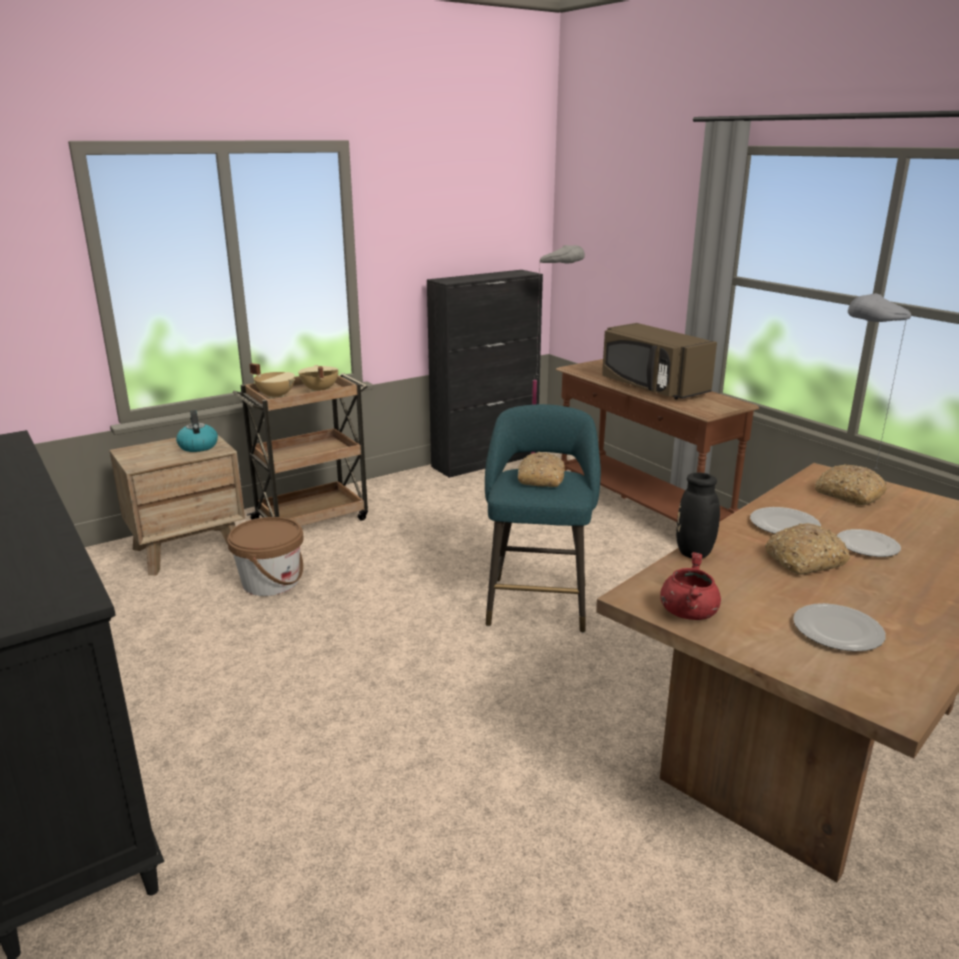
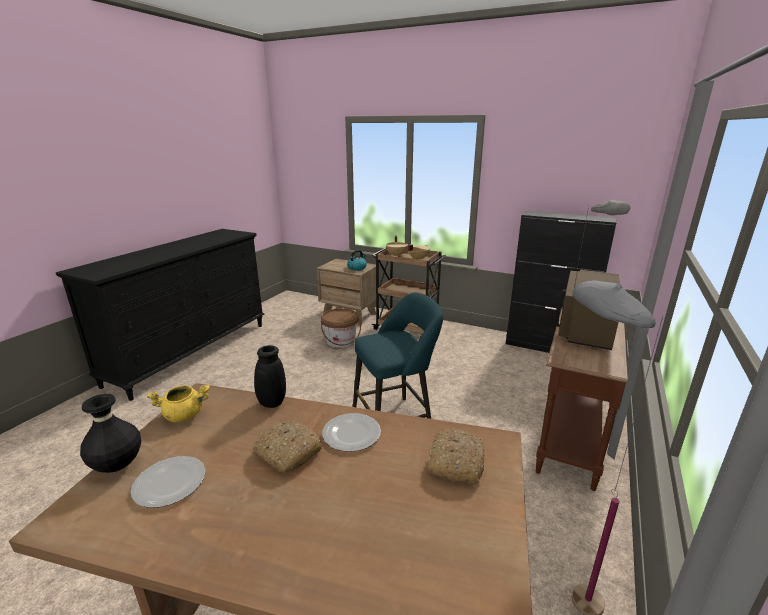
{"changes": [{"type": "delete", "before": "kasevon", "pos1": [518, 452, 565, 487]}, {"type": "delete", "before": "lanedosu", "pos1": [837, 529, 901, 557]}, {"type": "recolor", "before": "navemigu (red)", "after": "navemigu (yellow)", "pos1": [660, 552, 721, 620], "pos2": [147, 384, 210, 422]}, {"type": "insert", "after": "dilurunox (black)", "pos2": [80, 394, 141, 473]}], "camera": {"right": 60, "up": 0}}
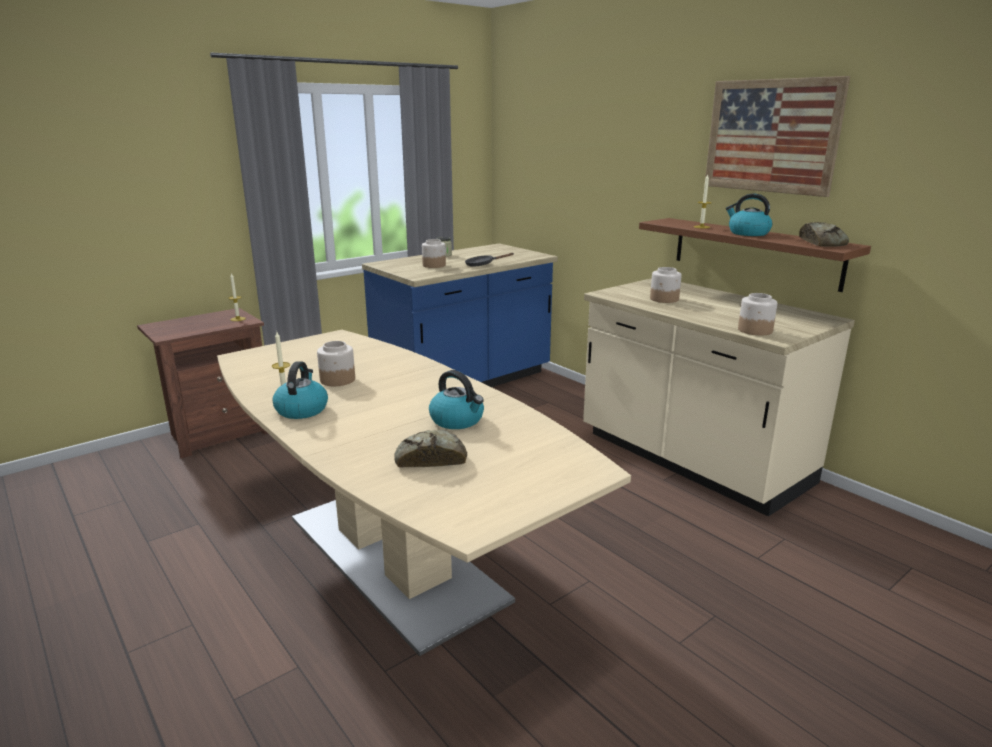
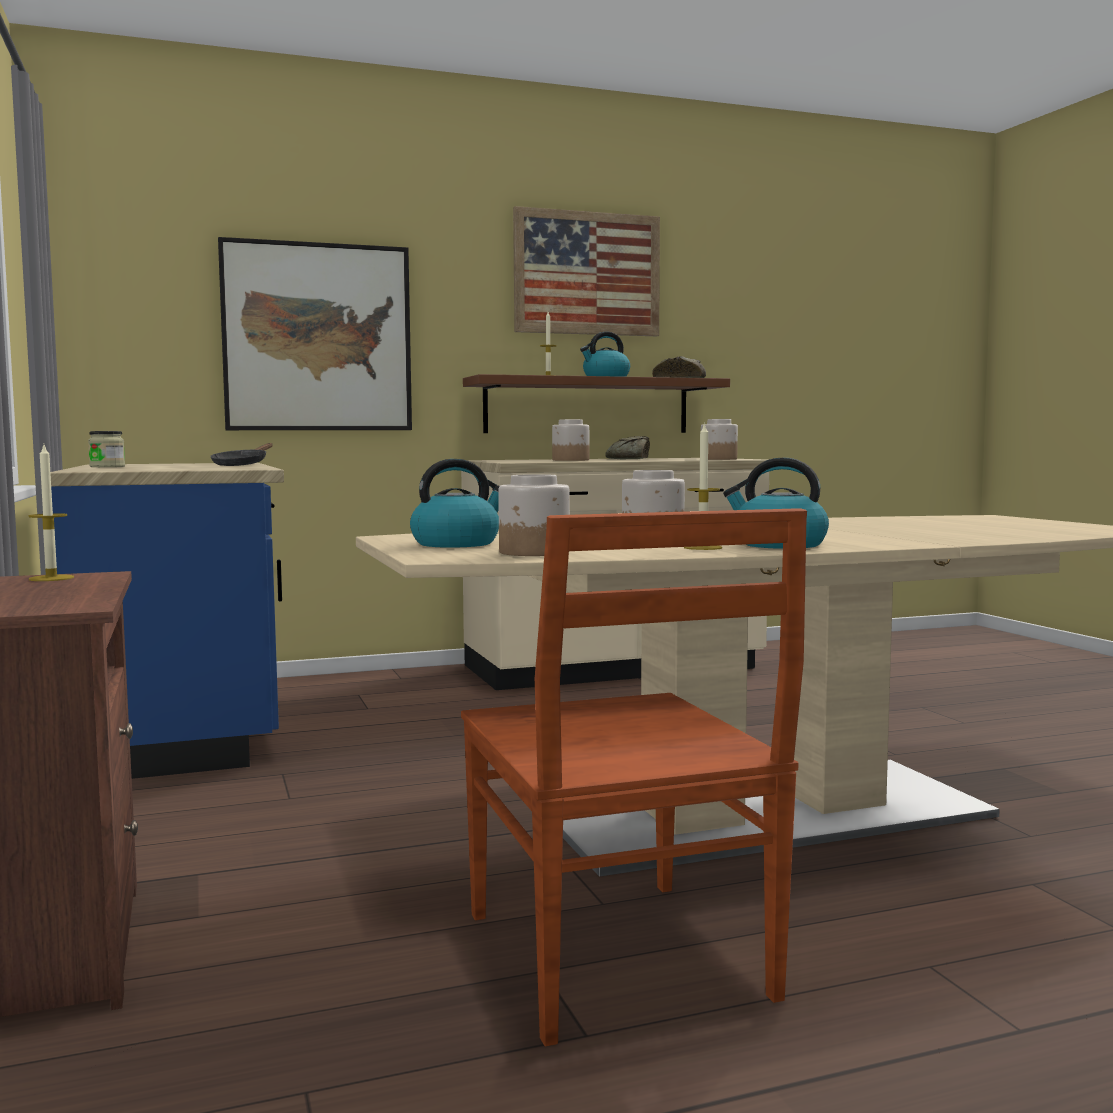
{"changes": [{"type": "move", "before": "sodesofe", "pos1": [422, 239, 446, 268], "pos2": [498, 474, 570, 556]}, {"type": "move", "before": "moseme", "pos1": [429, 370, 484, 429], "pos2": [410, 459, 499, 548]}, {"type": "move", "before": "kasevon", "pos1": [394, 430, 467, 468], "pos2": [605, 436, 650, 459]}, {"type": "insert", "after": "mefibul", "pos2": [218, 237, 412, 430]}, {"type": "insert", "after": "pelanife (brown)", "pos2": [461, 508, 807, 1046]}], "camera": {"right": -70, "up": -15}}
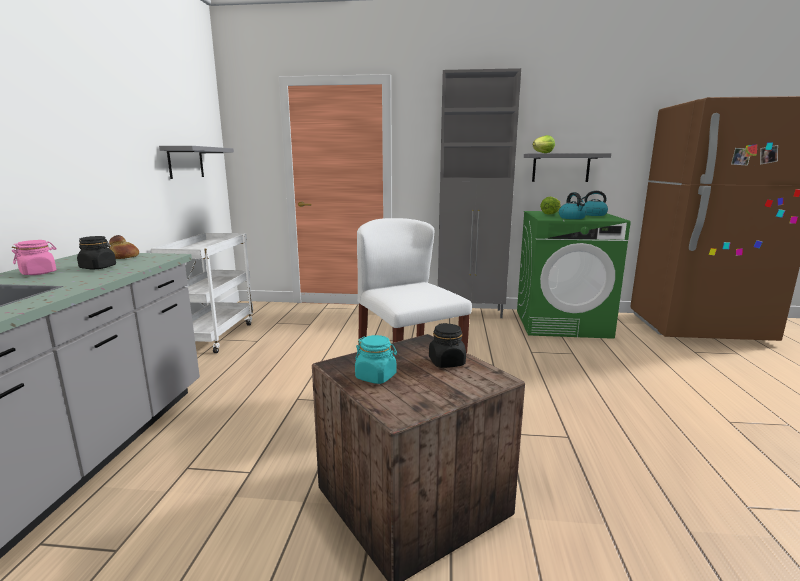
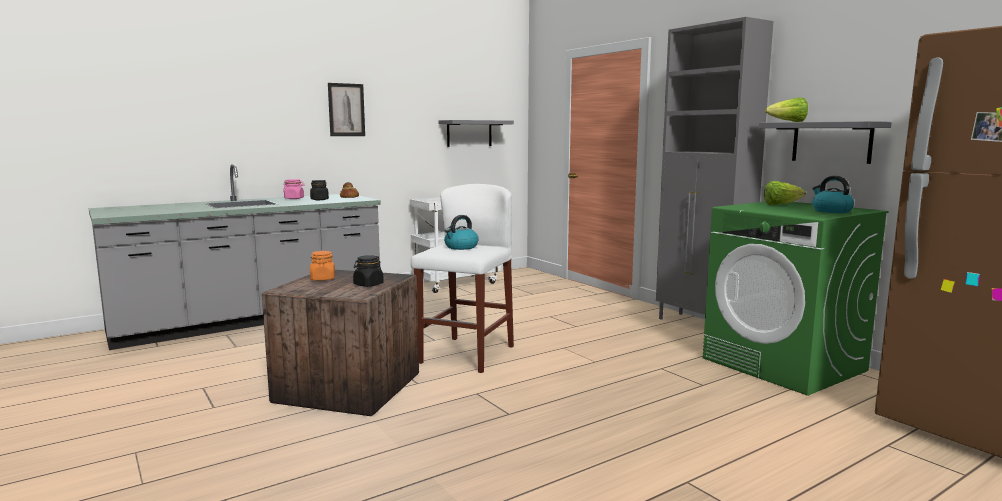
{"changes": [{"type": "move", "before": "moseme", "pos1": [559, 192, 587, 219], "pos2": [444, 215, 479, 250]}, {"type": "recolor", "before": "sodesofe (turquoise)", "after": "sodesofe (orange)", "pos1": [355, 335, 397, 384], "pos2": [310, 251, 335, 281]}, {"type": "insert", "after": "mefibul", "pos2": [328, 83, 365, 136]}], "camera": {"right": 50, "up": -5}}
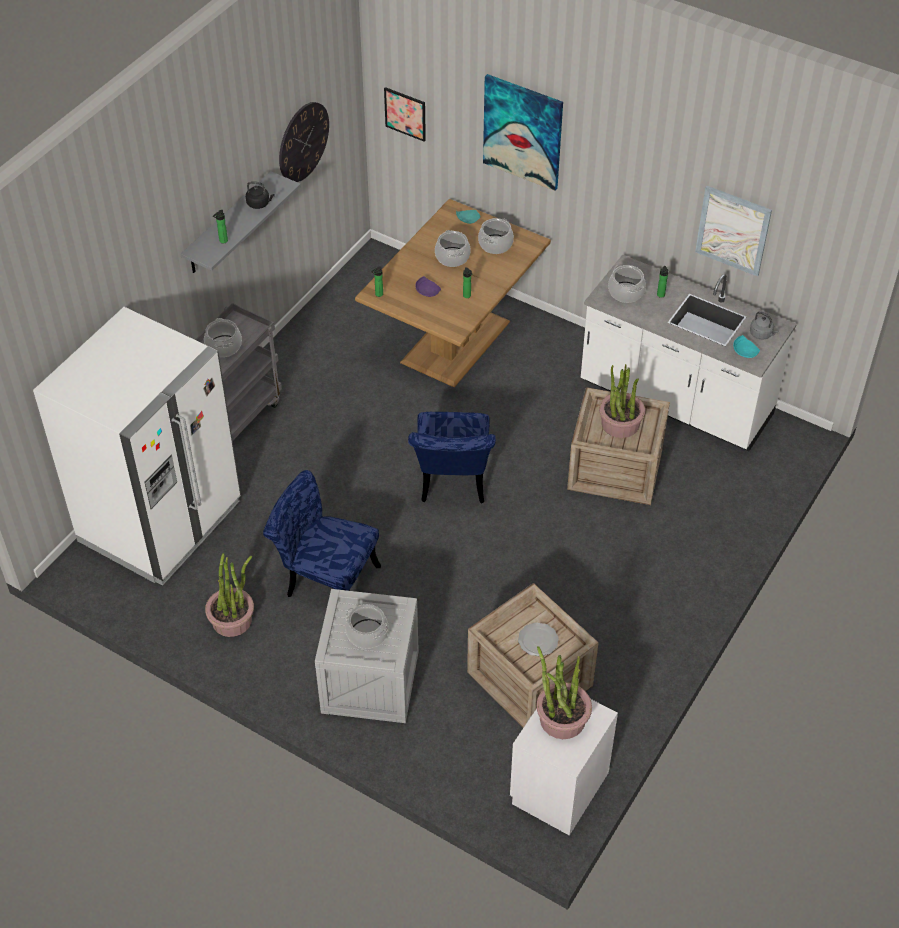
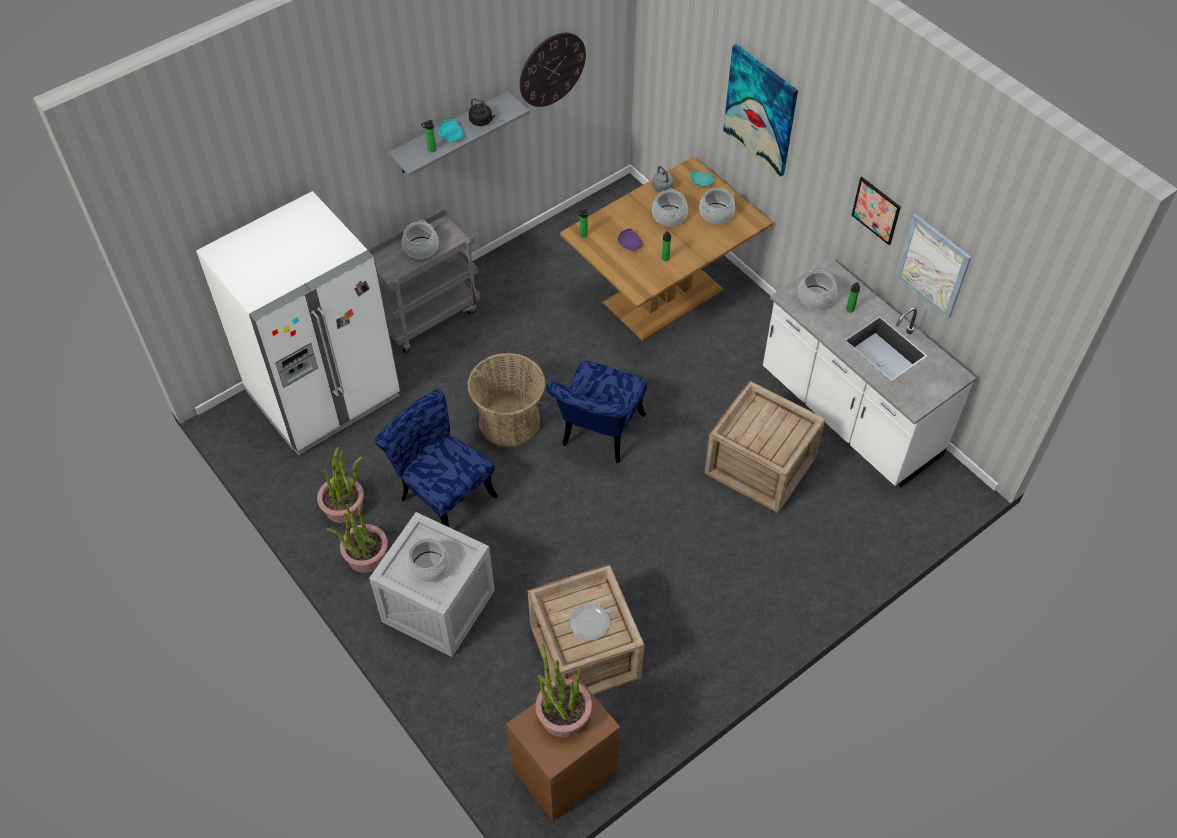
{"changes": [{"type": "move", "before": "mefibul", "pos1": [384, 87, 426, 142], "pos2": [852, 177, 901, 245]}, {"type": "move", "before": "moseme (grey)", "pos1": [750, 312, 778, 340], "pos2": [652, 166, 674, 192]}, {"type": "move", "before": "lanedosu (turquoise)", "pos1": [733, 335, 760, 358], "pos2": [437, 119, 463, 142]}, {"type": "move", "before": "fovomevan", "pos1": [599, 364, 645, 438], "pos2": [327, 504, 388, 573]}, {"type": "recolor", "before": "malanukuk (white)", "after": "malanukuk (brown)", "pos1": [510, 699, 618, 836], "pos2": [506, 674, 620, 821]}, {"type": "insert", "after": "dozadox", "pos2": [467, 353, 545, 447]}], "camera": {"right": 20, "up": 5}}
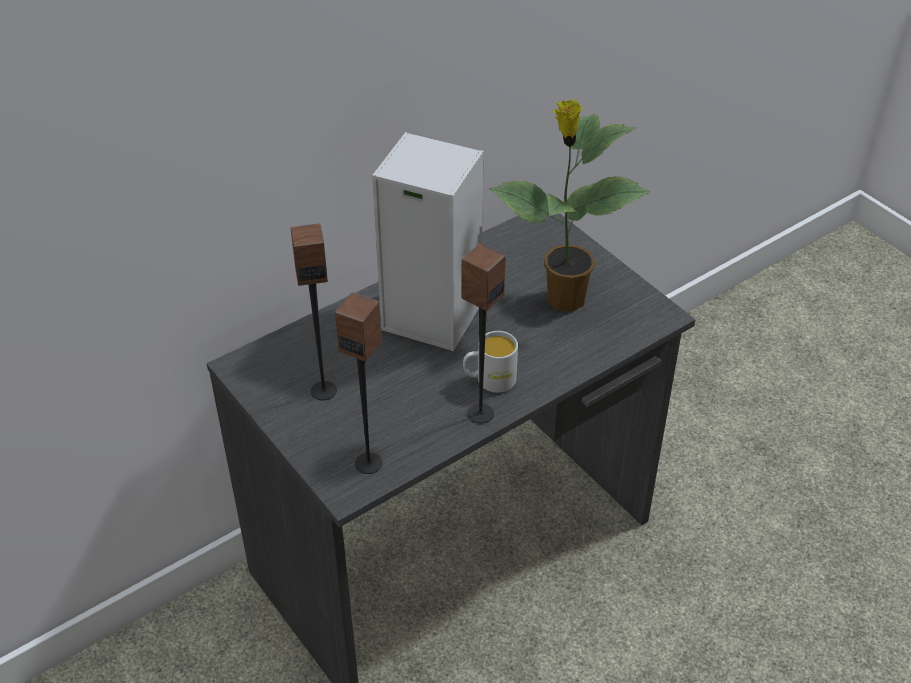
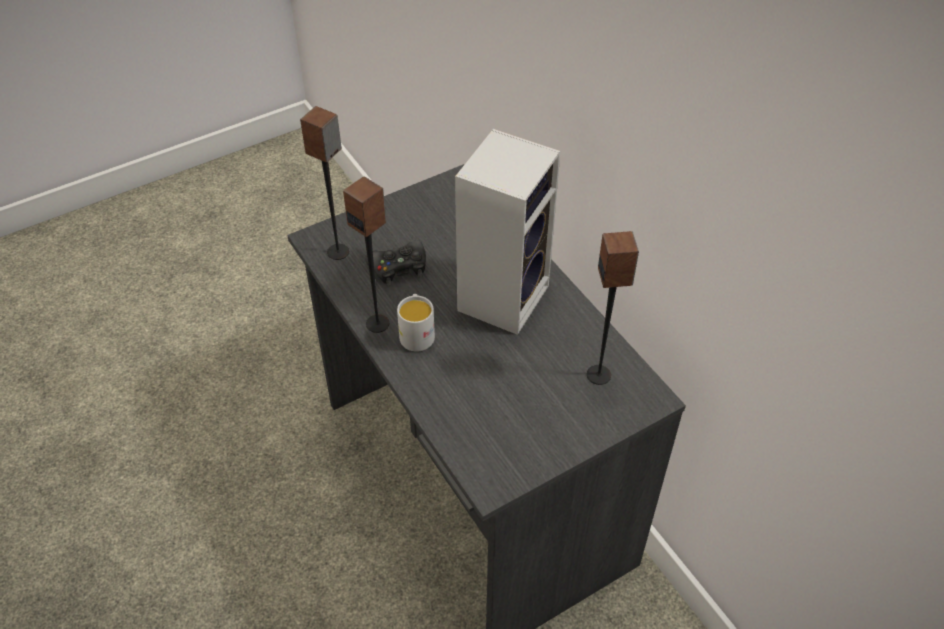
{"changes": [{"type": "delete", "before": "fovomevan", "pos1": [489, 99, 651, 312]}, {"type": "move", "before": "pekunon", "pos1": [291, 223, 337, 400], "pos2": [587, 231, 639, 385]}, {"type": "insert", "after": "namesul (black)", "pos2": [365, 240, 426, 286]}], "camera": {"right": 95, "up": 5}}
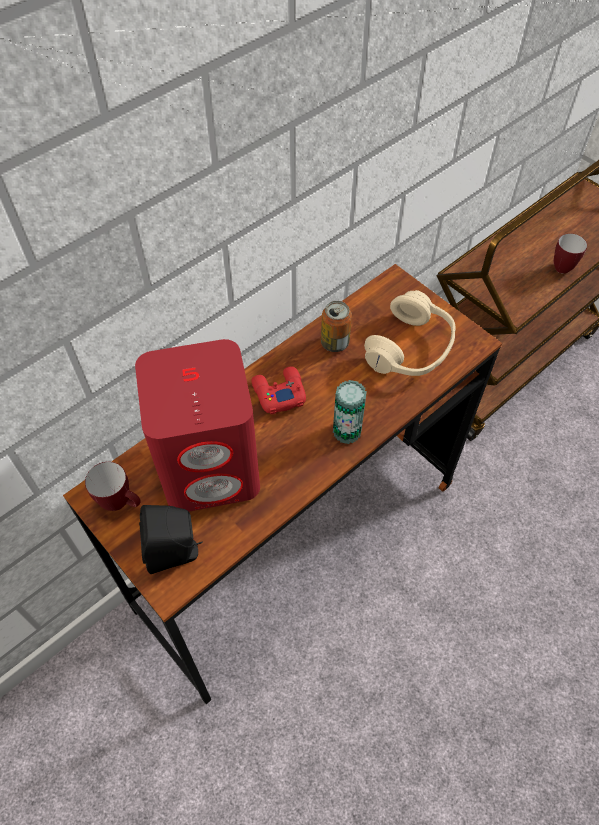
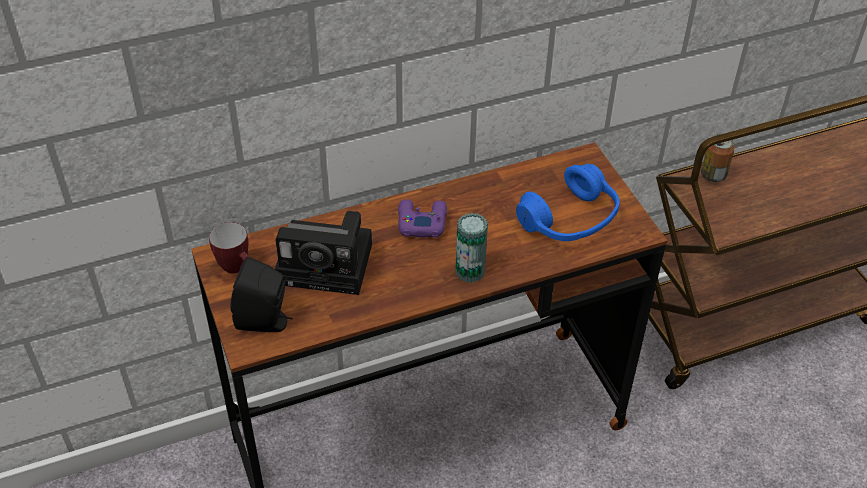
{"changes": [{"type": "delete", "before": "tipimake", "pos1": [554, 234, 587, 274]}, {"type": "recolor", "before": "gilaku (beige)", "after": "gilaku (blue)", "pos1": [364, 290, 456, 376], "pos2": [516, 164, 620, 241]}, {"type": "move", "before": "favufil", "pos1": [321, 301, 352, 352], "pos2": [701, 134, 735, 182]}, {"type": "replace", "before": "pekunon (red)", "after": "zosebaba", "pos1": [135, 339, 260, 512], "pos2": [275, 211, 372, 295]}, {"type": "recolor", "before": "namesul (red)", "after": "namesul (purple)", "pos1": [251, 367, 306, 414], "pos2": [398, 199, 447, 238]}], "camera": {"right": 20, "up": -10}}
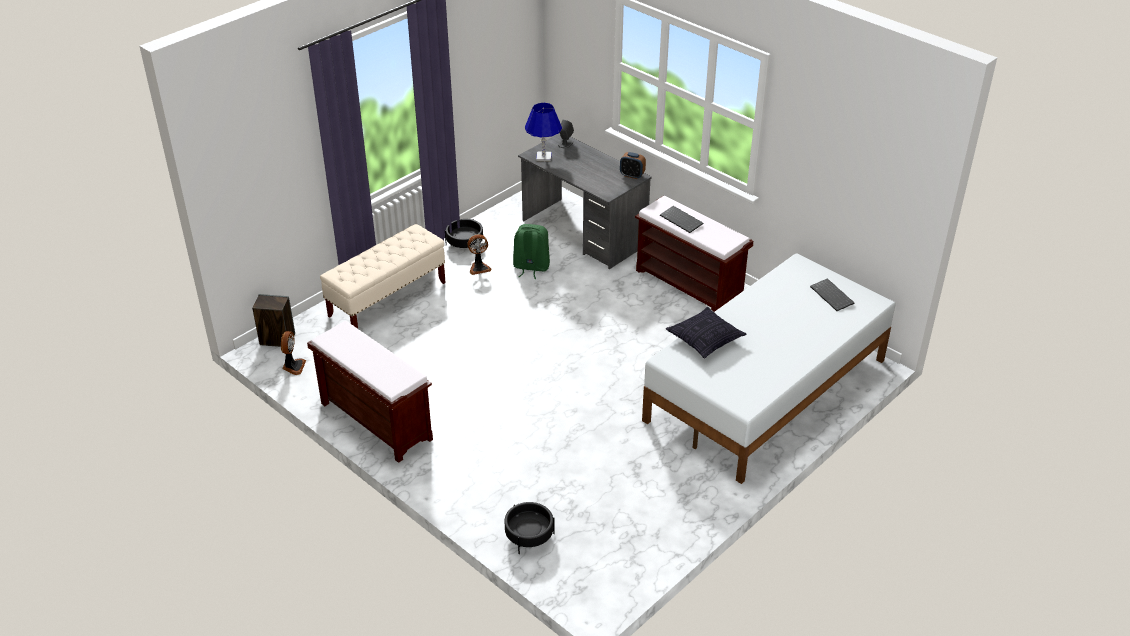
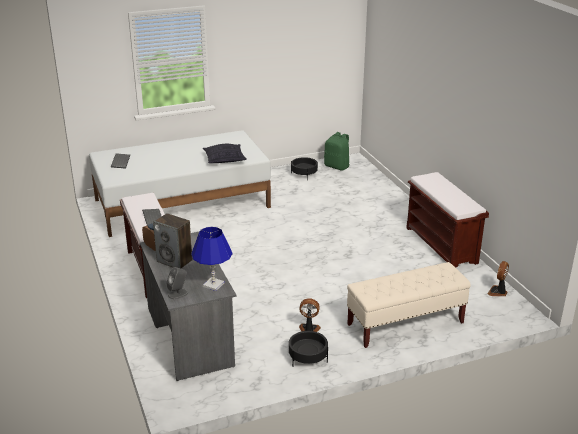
{"changes": [{"type": "move", "before": "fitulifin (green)", "pos1": [513, 224, 550, 279], "pos2": [324, 132, 350, 171]}, {"type": "move", "before": "pekunon", "pos1": [252, 294, 295, 347], "pos2": [153, 213, 193, 268]}, {"type": "move", "before": "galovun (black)", "pos1": [504, 502, 555, 554], "pos2": [291, 157, 318, 181]}], "camera": {"right": -155, "up": -10}}
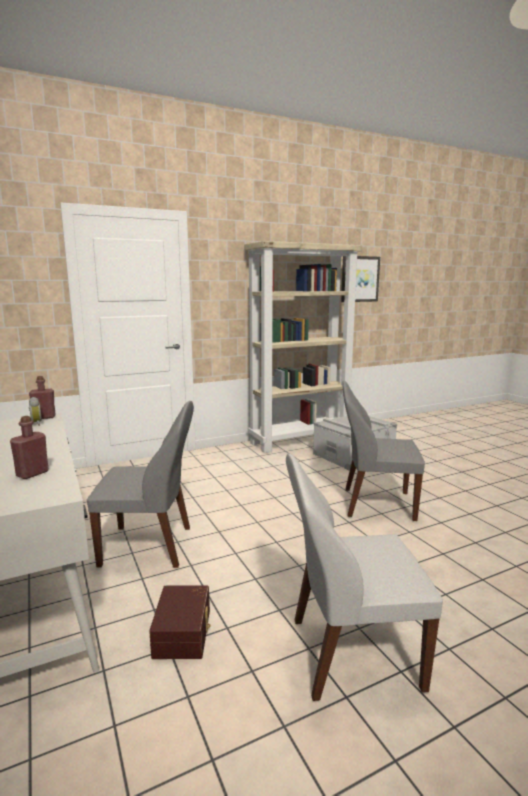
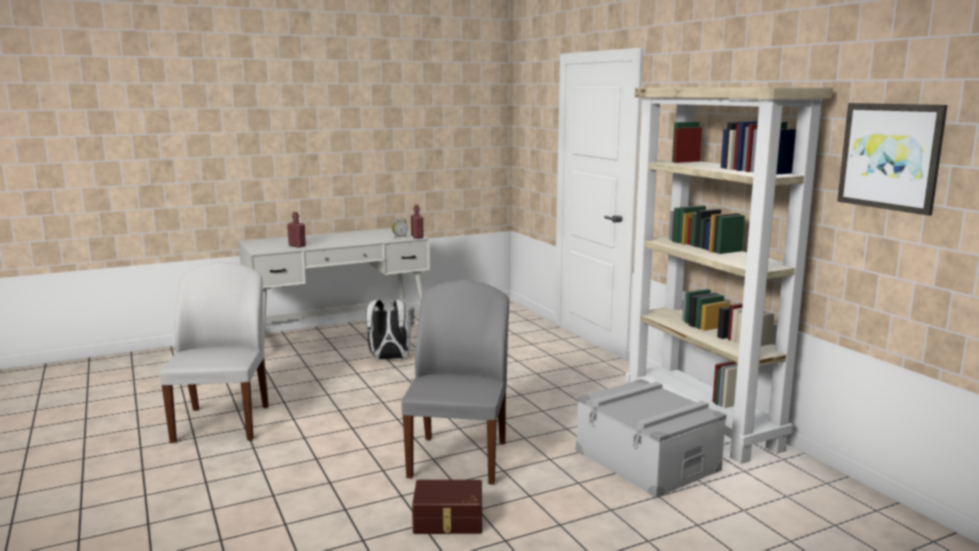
{"changes": [{"type": "replace", "before": "pelanife (grey)", "after": "fitulifin (white)", "pos1": [87, 401, 194, 568], "pos2": [365, 300, 415, 360]}, {"type": "move", "before": "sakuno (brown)", "pos1": [149, 585, 211, 659], "pos2": [412, 480, 482, 534]}], "camera": {"right": 90, "up": 0}}
